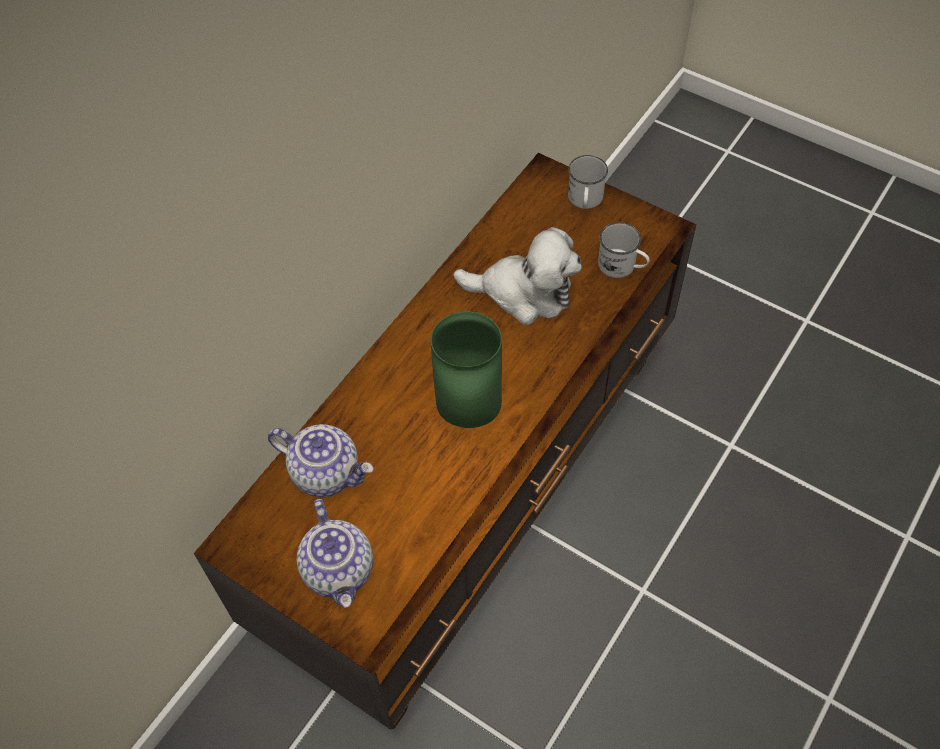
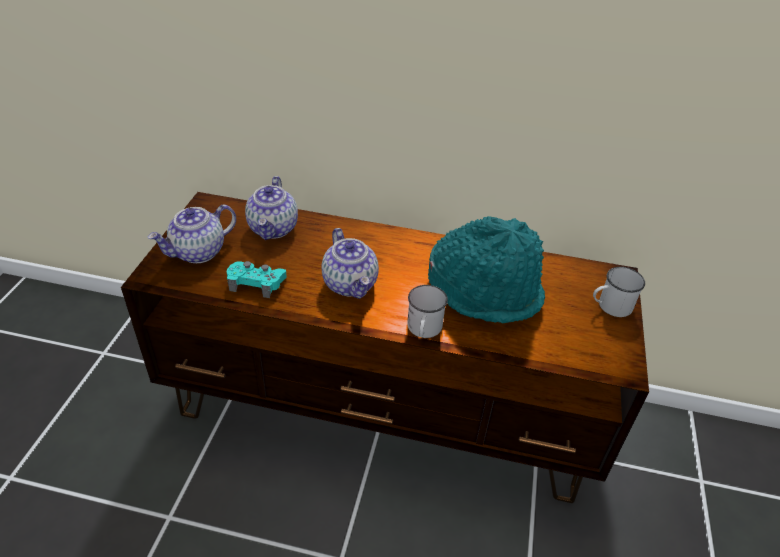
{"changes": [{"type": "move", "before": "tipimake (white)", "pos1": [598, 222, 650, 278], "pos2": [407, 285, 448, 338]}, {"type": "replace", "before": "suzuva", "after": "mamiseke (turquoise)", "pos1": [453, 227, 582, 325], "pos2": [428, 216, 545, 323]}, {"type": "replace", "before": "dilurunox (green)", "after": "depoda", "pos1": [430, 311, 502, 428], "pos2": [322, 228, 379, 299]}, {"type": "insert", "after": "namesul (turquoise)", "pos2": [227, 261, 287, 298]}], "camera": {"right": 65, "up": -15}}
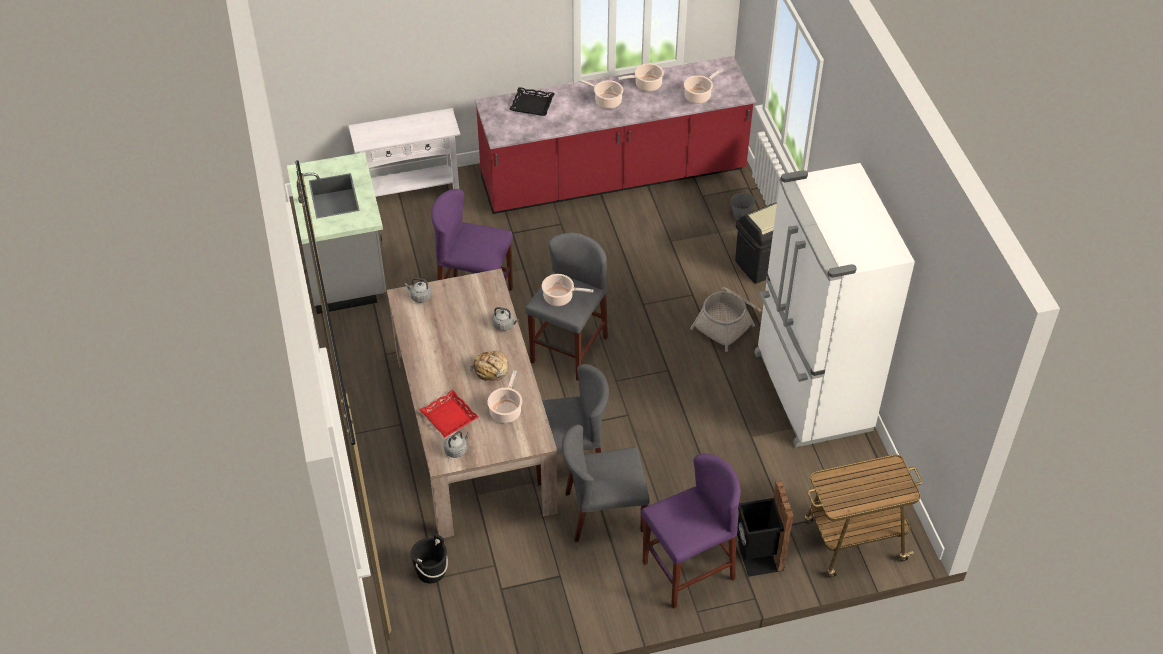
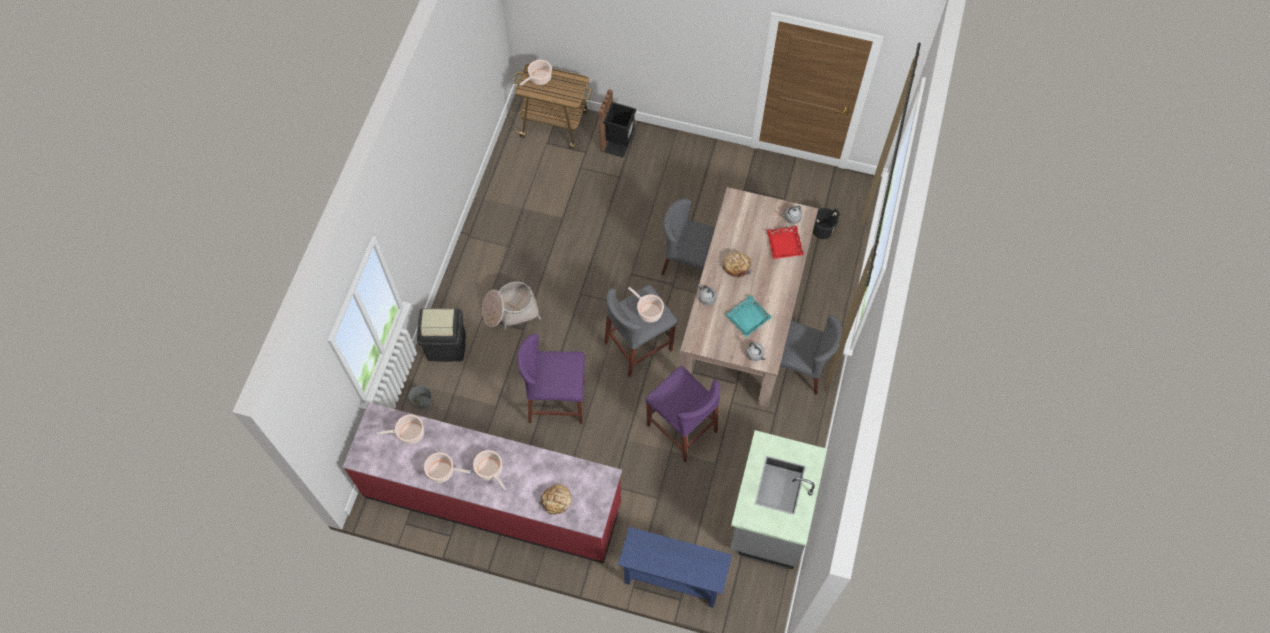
{"changes": [{"type": "replace", "before": "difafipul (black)", "after": "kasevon", "pos1": [509, 87, 555, 116], "pos2": [537, 484, 572, 516]}, {"type": "recolor", "before": "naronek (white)", "after": "naronek (blue)", "pos1": [348, 108, 460, 197], "pos2": [618, 527, 732, 608]}, {"type": "delete", "before": "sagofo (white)", "pos1": [754, 163, 915, 448]}, {"type": "move", "before": "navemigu", "pos1": [487, 370, 522, 423], "pos2": [519, 60, 552, 86]}, {"type": "move", "before": "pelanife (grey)", "pos1": [562, 425, 650, 542], "pos2": [780, 315, 843, 395]}, {"type": "move", "before": "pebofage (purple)", "pos1": [641, 453, 741, 609], "pos2": [517, 334, 585, 424]}, {"type": "insert", "after": "difafipul (turquoise)", "pos2": [725, 295, 772, 337]}], "camera": {"right": -150, "up": 15}}
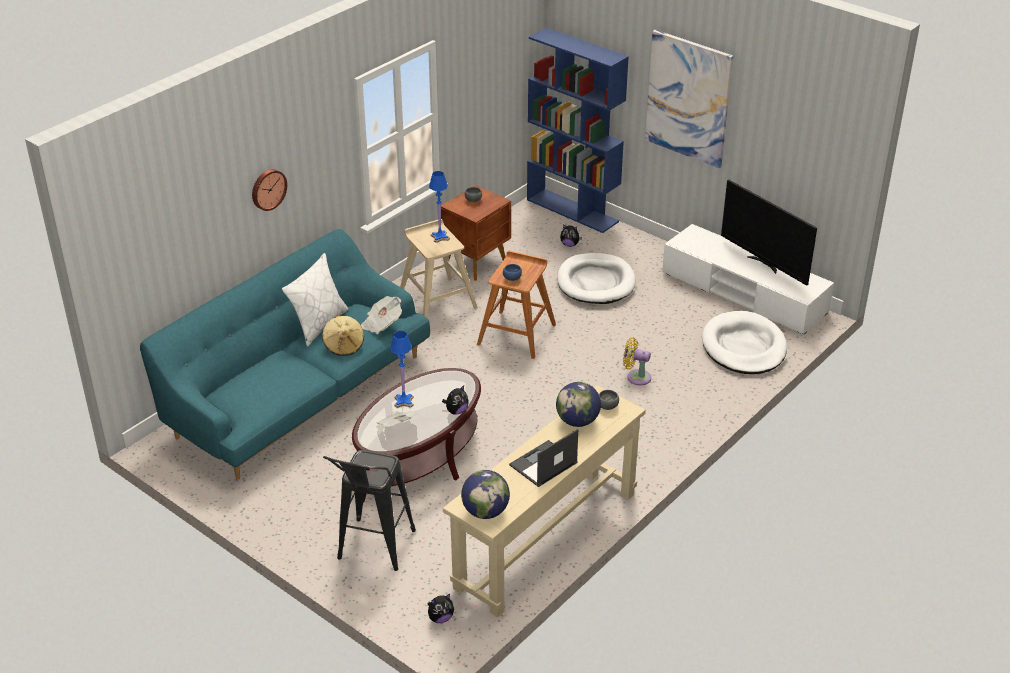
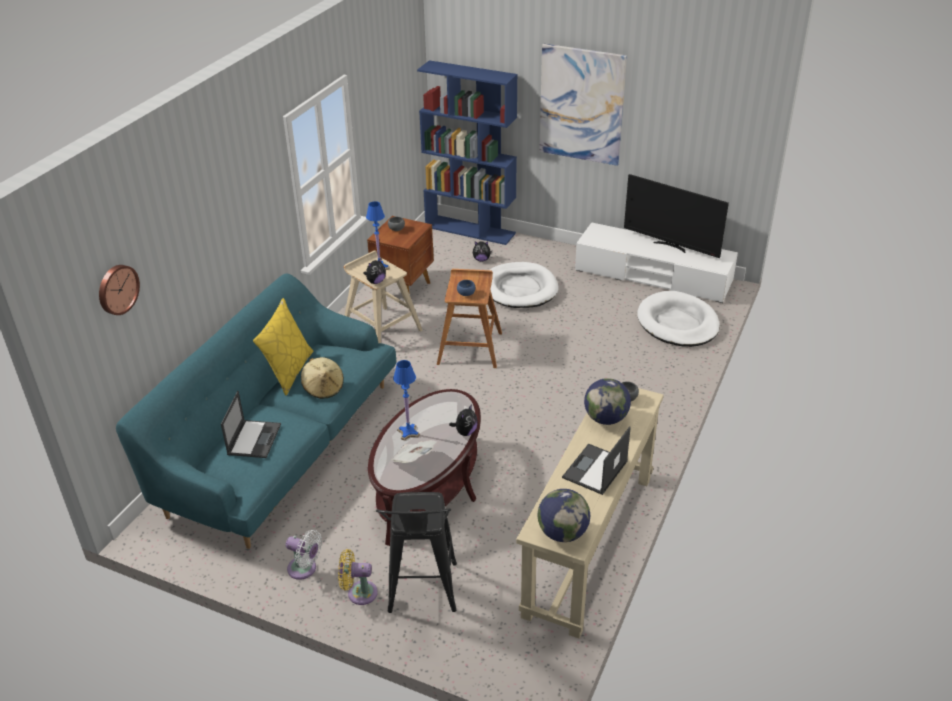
{"changes": [{"type": "move", "before": "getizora", "pos1": [252, 169, 287, 211], "pos2": [99, 265, 140, 315]}, {"type": "recolor", "before": "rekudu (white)", "after": "rekudu (yellow)", "pos1": [282, 253, 349, 346], "pos2": [253, 298, 313, 396]}, {"type": "delete", "before": "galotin", "pos1": [361, 296, 402, 334]}, {"type": "move", "before": "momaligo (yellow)", "pos1": [623, 337, 651, 385], "pos2": [338, 549, 378, 605]}, {"type": "move", "before": "suzuva", "pos1": [427, 594, 454, 623], "pos2": [363, 258, 386, 284]}, {"type": "insert", "after": "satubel", "pos2": [221, 391, 281, 458]}, {"type": "insert", "after": "momaligo (white)", "pos2": [286, 530, 322, 580]}], "camera": {"right": -15, "up": 0}}
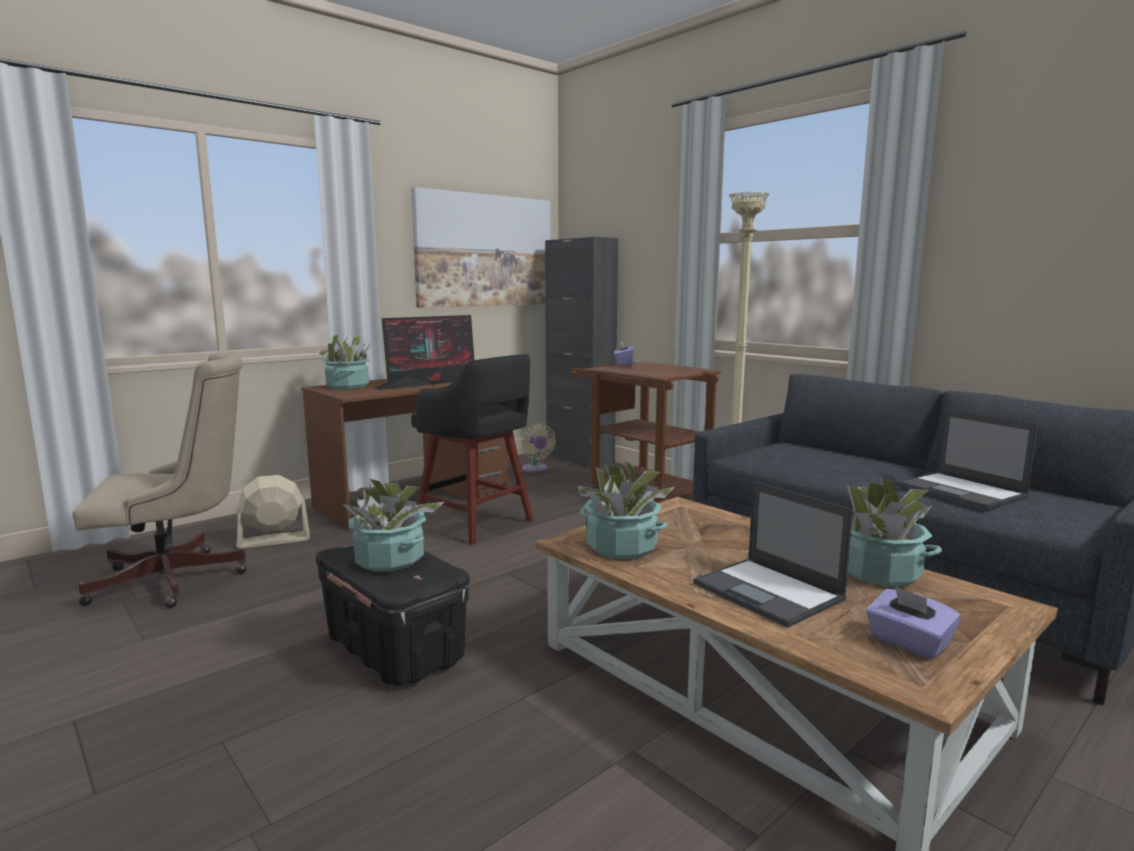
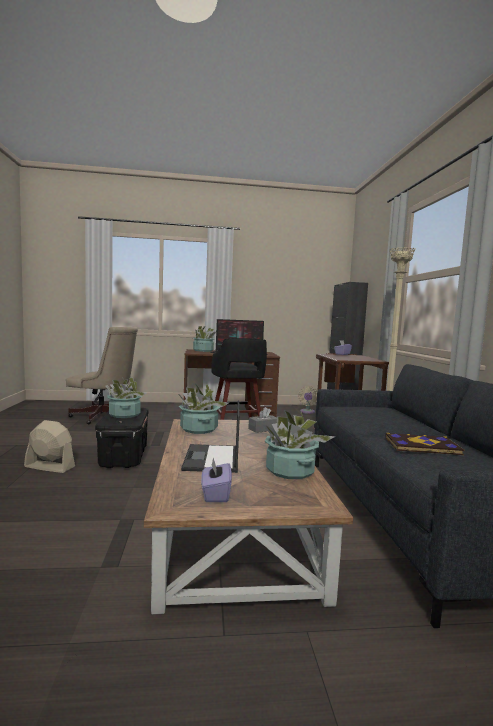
{"changes": [{"type": "delete", "before": "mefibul", "pos1": [411, 187, 551, 307]}, {"type": "replace", "before": "satubel", "after": "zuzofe", "pos1": [897, 409, 1038, 510], "pos2": [385, 433, 464, 455]}, {"type": "move", "before": "momaligo (beige)", "pos1": [237, 475, 310, 549], "pos2": [24, 420, 75, 473]}, {"type": "insert", "after": "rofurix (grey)", "pos2": [248, 407, 277, 433]}], "camera": {"right": 35, "up": -5}}
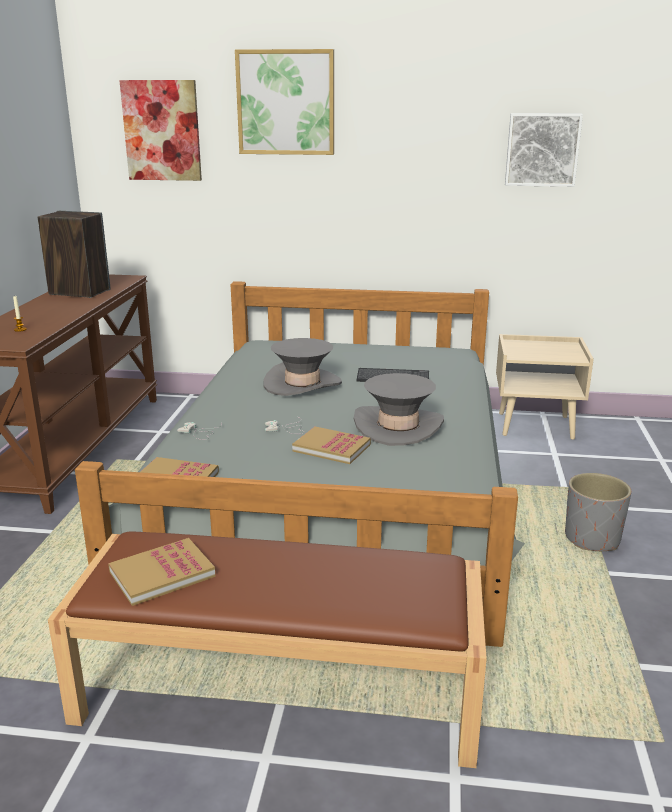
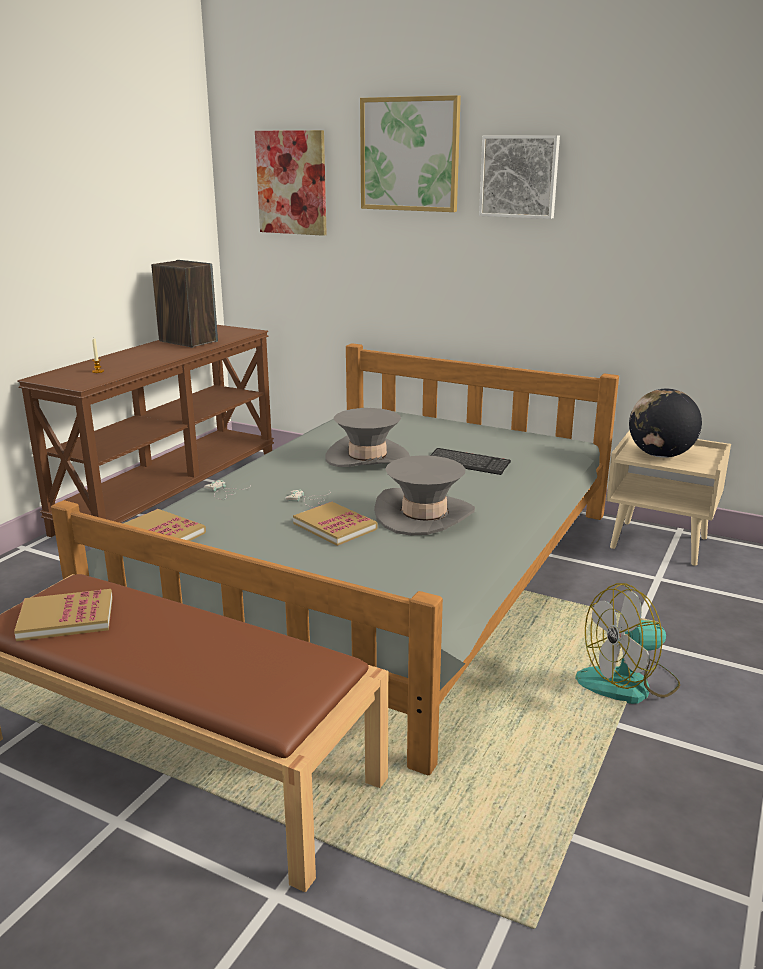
{"changes": [{"type": "move", "before": "mefibul", "pos1": [505, 113, 583, 187], "pos2": [479, 135, 560, 219]}, {"type": "replace", "before": "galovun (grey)", "after": "momaligo", "pos1": [565, 473, 631, 551], "pos2": [575, 583, 680, 704]}, {"type": "insert", "after": "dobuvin", "pos2": [629, 389, 702, 458]}], "camera": {"right": 20, "up": 0}}
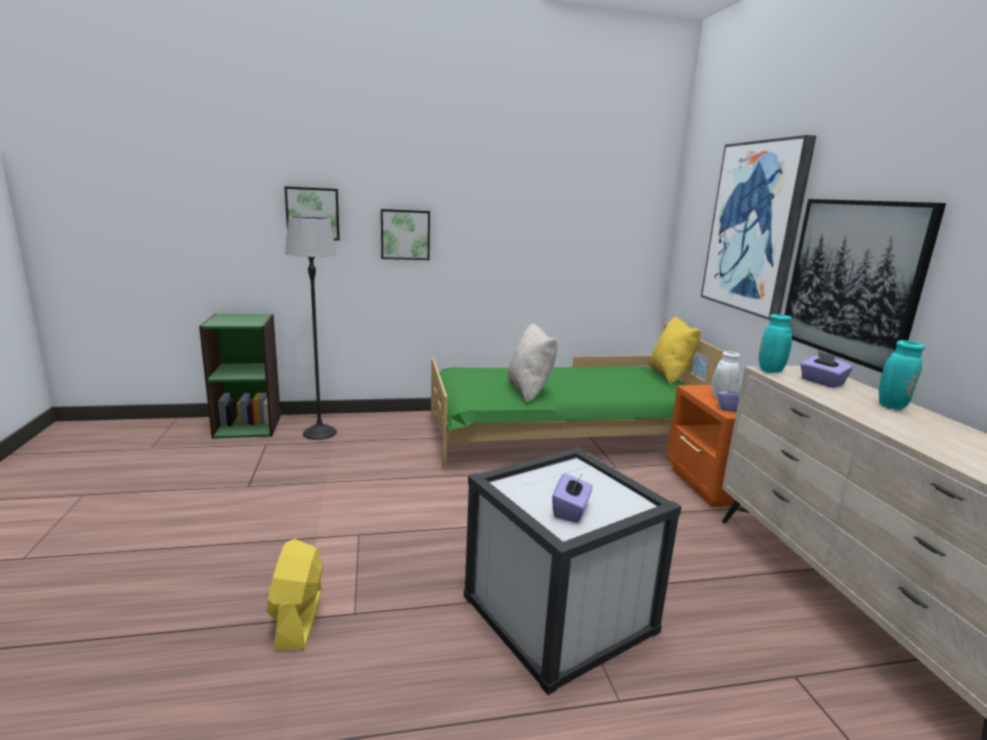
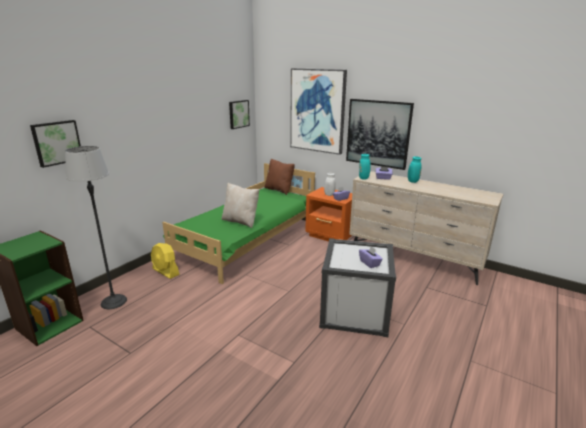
{"changes": [{"type": "move", "before": "mefibul", "pos1": [381, 209, 430, 260], "pos2": [229, 100, 250, 129]}, {"type": "recolor", "before": "rekudu (yellow)", "after": "rekudu (brown)", "pos1": [649, 316, 701, 384], "pos2": [265, 159, 295, 195]}, {"type": "move", "before": "momaligo (yellow)", "pos1": [267, 539, 323, 650], "pos2": [151, 243, 179, 279]}], "camera": {"right": -45, "up": 5}}
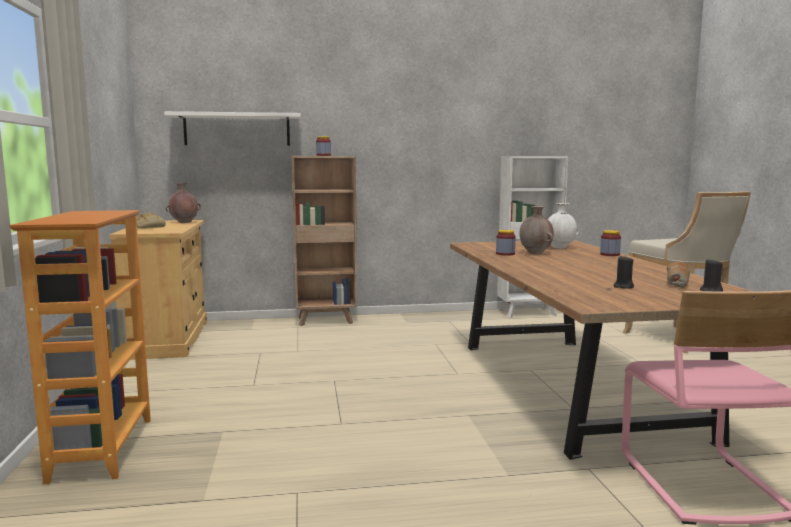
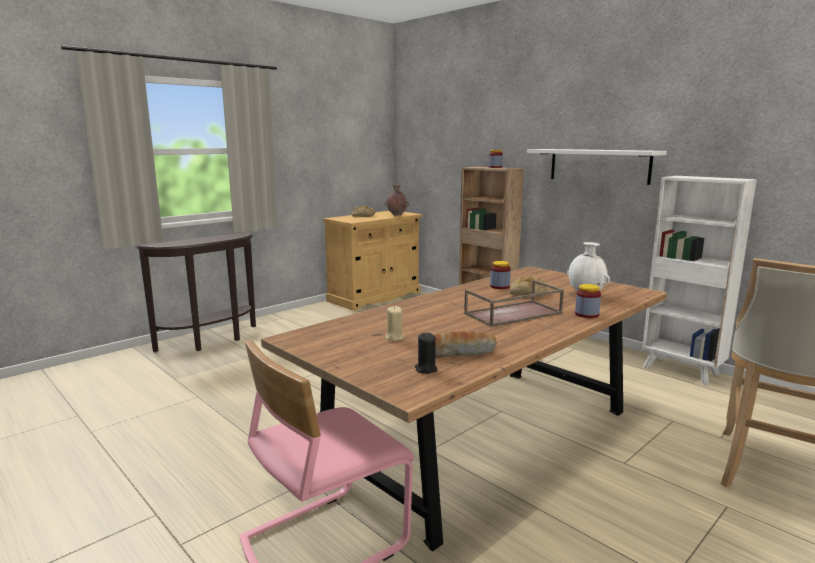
{"changes": [{"type": "move", "before": "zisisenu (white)", "pos1": [164, 111, 301, 146], "pos2": [527, 149, 667, 185]}, {"type": "replace", "before": "dilurunox (brown)", "after": "kasevon", "pos1": [519, 206, 554, 254], "pos2": [510, 275, 547, 298]}, {"type": "replace", "before": "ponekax", "after": "naronek (brown)", "pos1": [9, 210, 151, 484], "pos2": [137, 232, 256, 352]}, {"type": "recolor", "before": "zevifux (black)", "after": "zevifux (beige)", "pos1": [614, 255, 634, 289], "pos2": [385, 306, 404, 341]}, {"type": "insert", "after": "difafipul (brown)", "pos2": [464, 280, 564, 327]}], "camera": {"right": 55, "up": 5}}
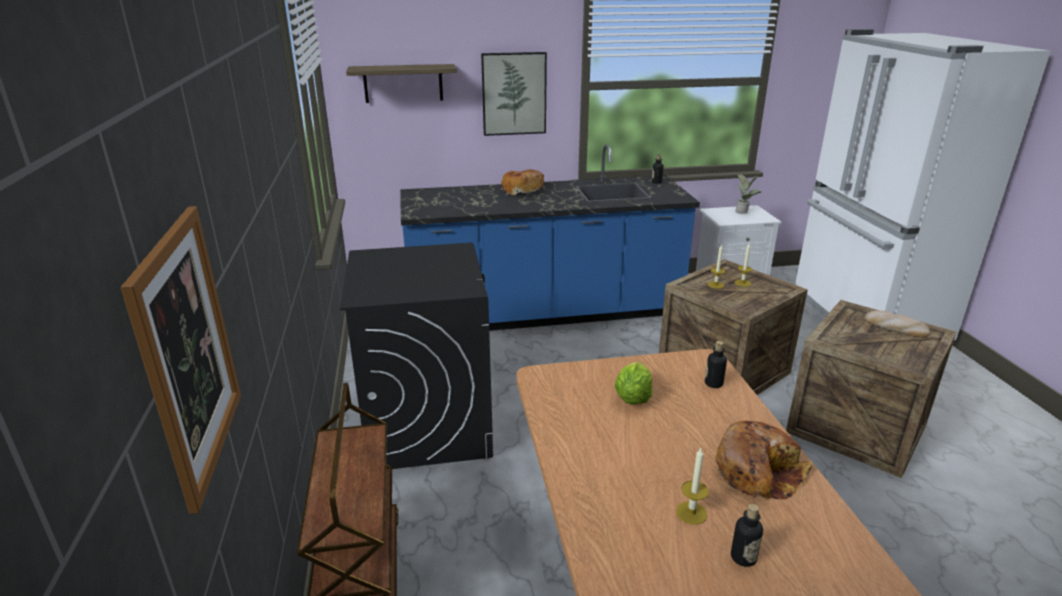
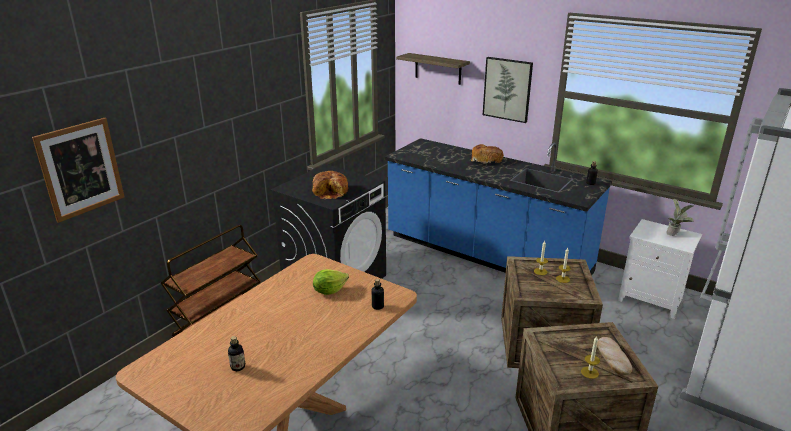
{"changes": [{"type": "move", "before": "kasevon", "pos1": [716, 421, 812, 500], "pos2": [312, 171, 348, 199]}, {"type": "move", "before": "zevifux", "pos1": [676, 448, 709, 525], "pos2": [581, 336, 600, 379]}], "camera": {"right": 45, "up": 0}}
